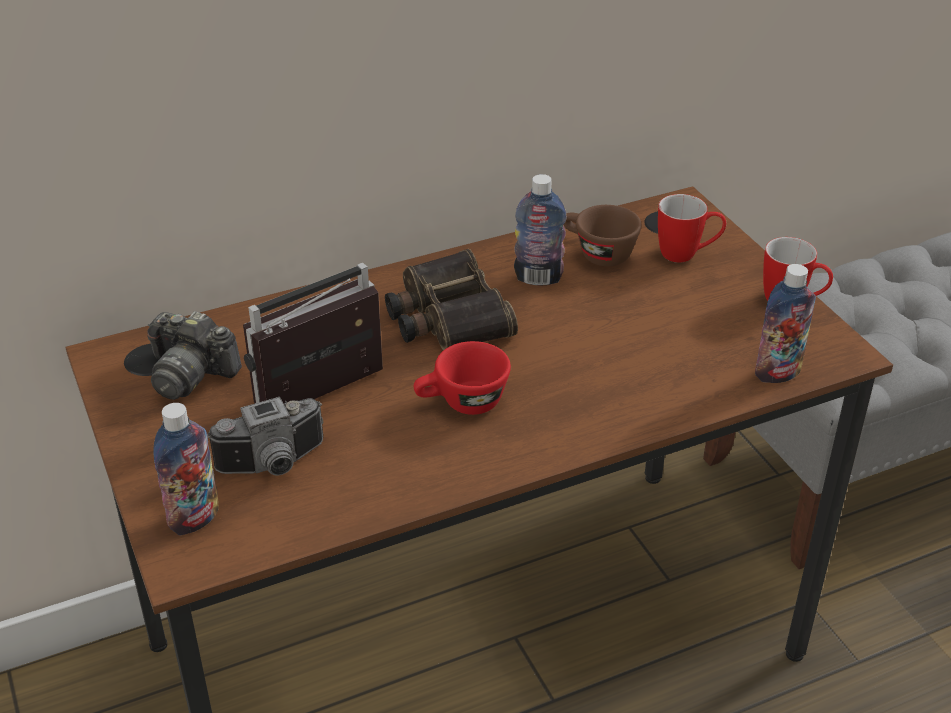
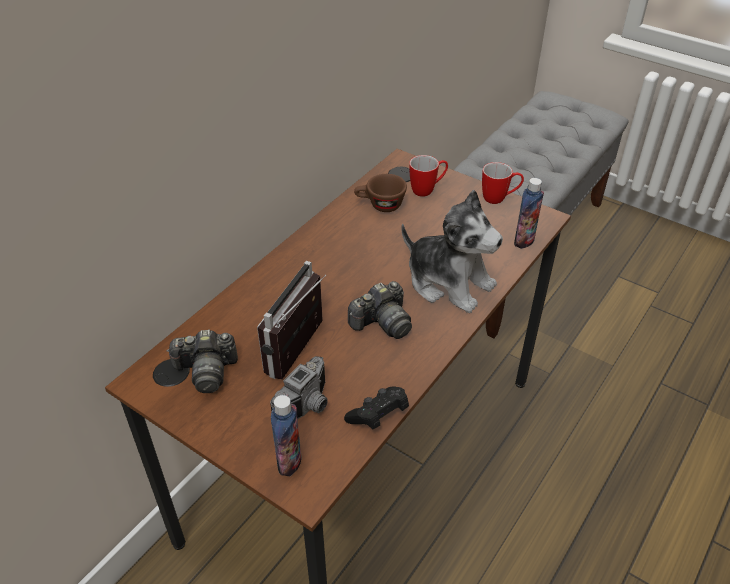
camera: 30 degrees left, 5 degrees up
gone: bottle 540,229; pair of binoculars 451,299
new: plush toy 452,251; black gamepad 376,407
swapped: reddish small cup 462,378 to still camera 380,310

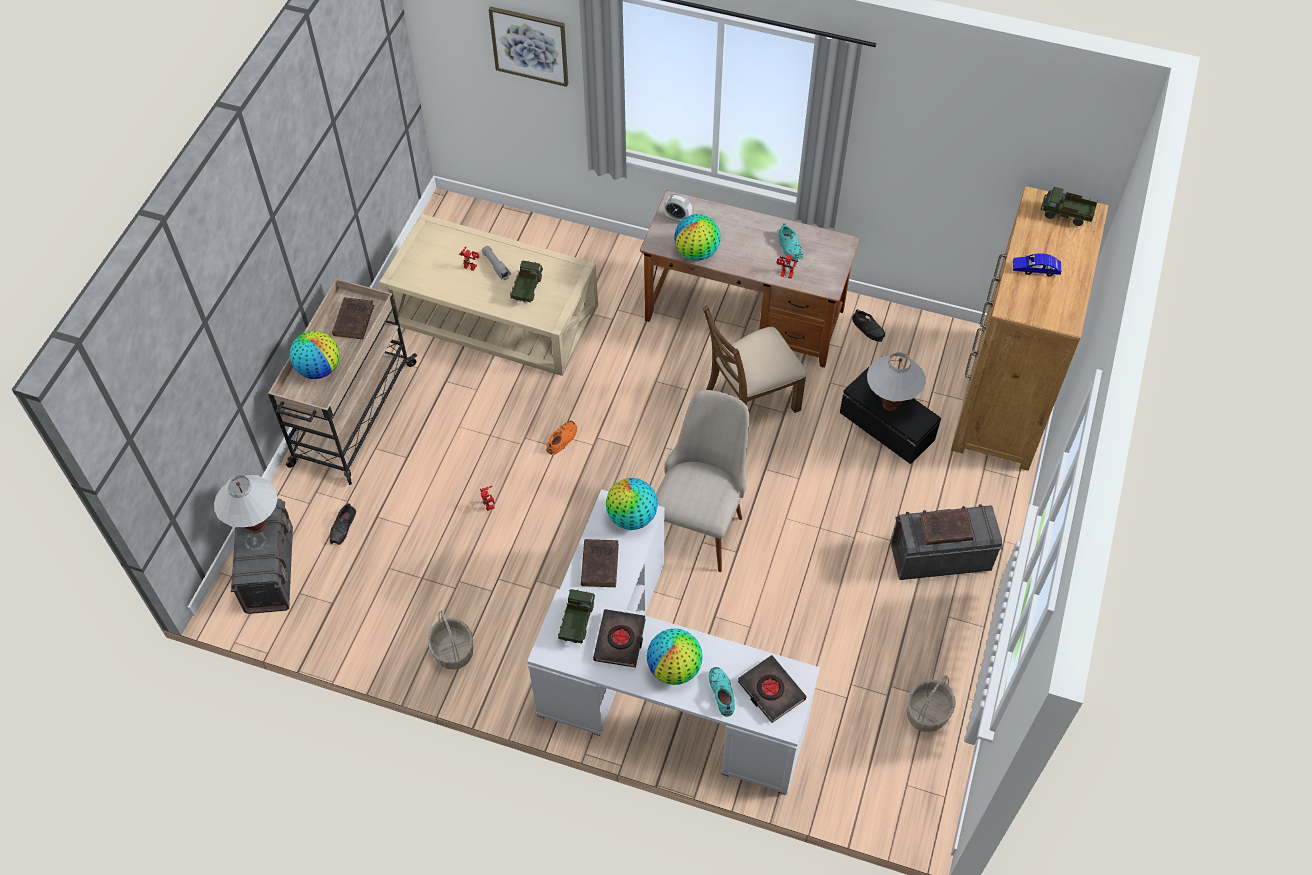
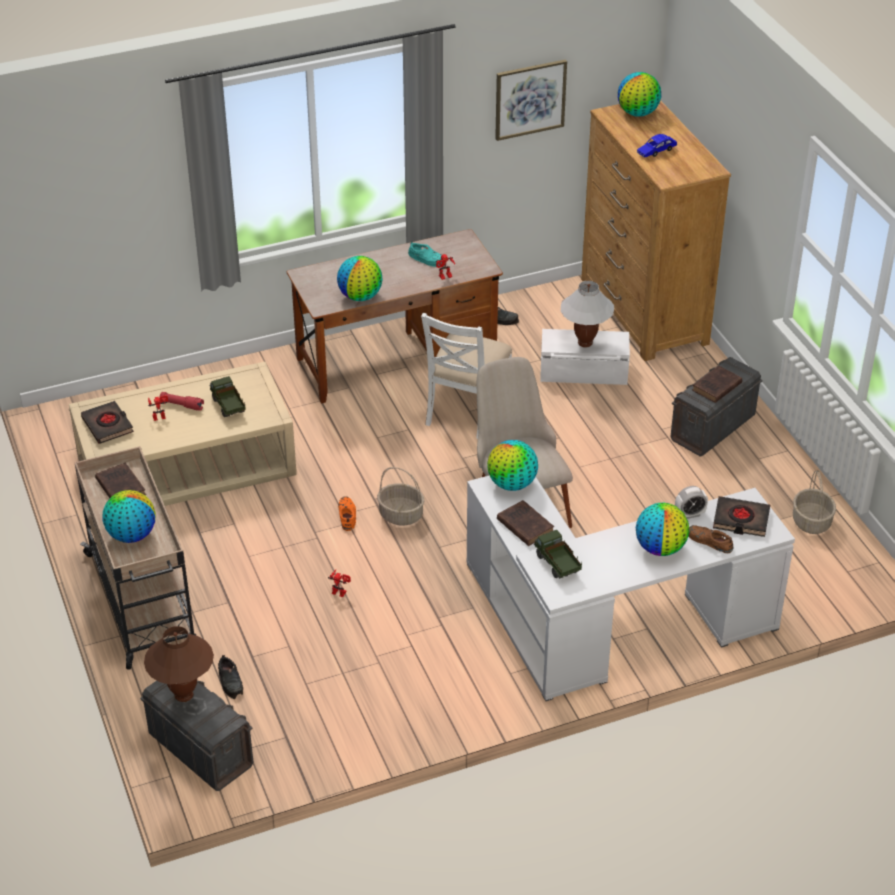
camera: 40 degrees left, 15 degrees down
shifted: picture 528,46 to 531,100; bedside clock 678,208 to 691,502; black volume 619,638 to 107,422; basket 450,640 to 400,496
swapped: model truck 1069,206 to globe 639,94
repainted: greyish torch 496,263 to reddish torch 182,401; brownish upright chair 755,359 to white upright chair 466,376; black storage container 890,415 to white storage container 585,357; white table lamp 246,504 to brownish table lamp 179,664; blue-green low shoe 722,692 to brownish low shoe 710,539

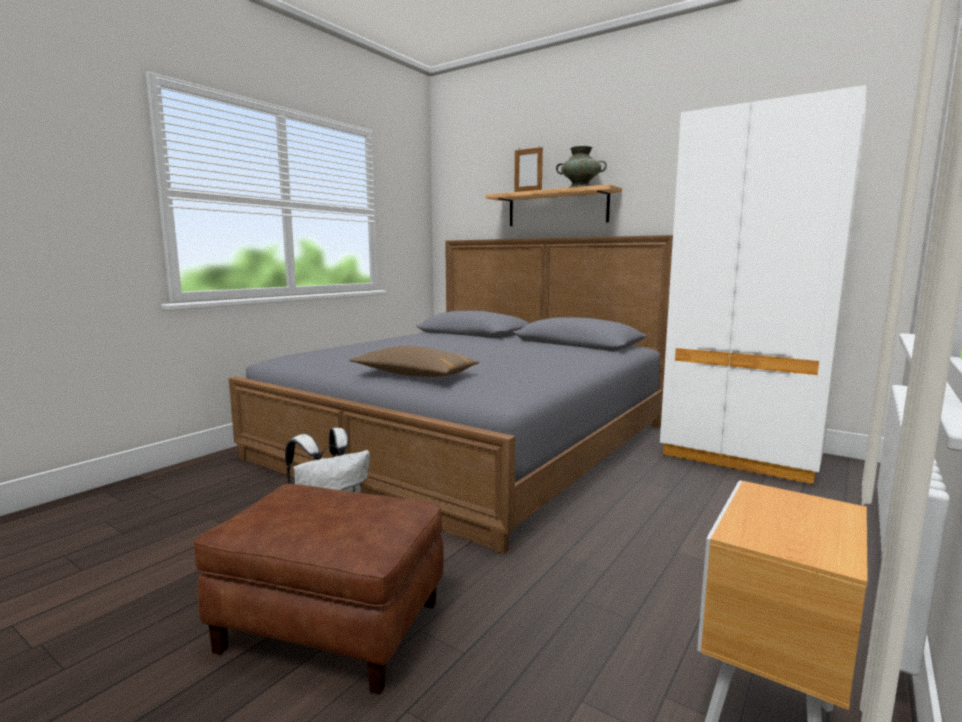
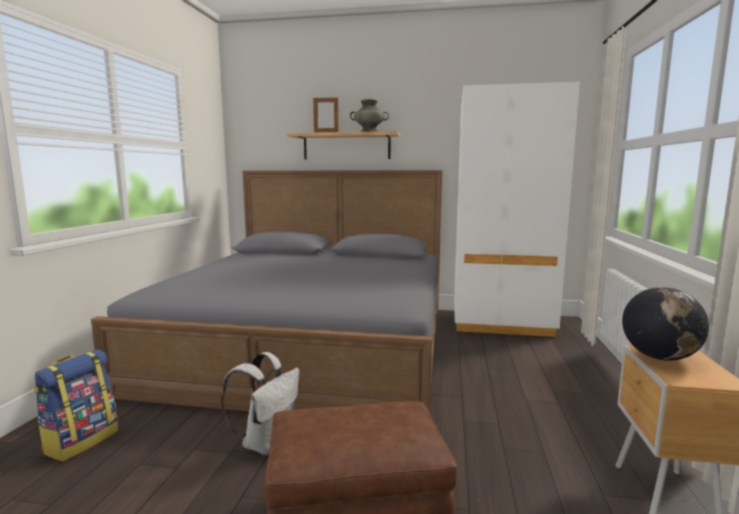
camera: 25 degrees left, 0 degrees up
gone: brownish pillow 414,361
new: globe 665,324; rucksack 75,405

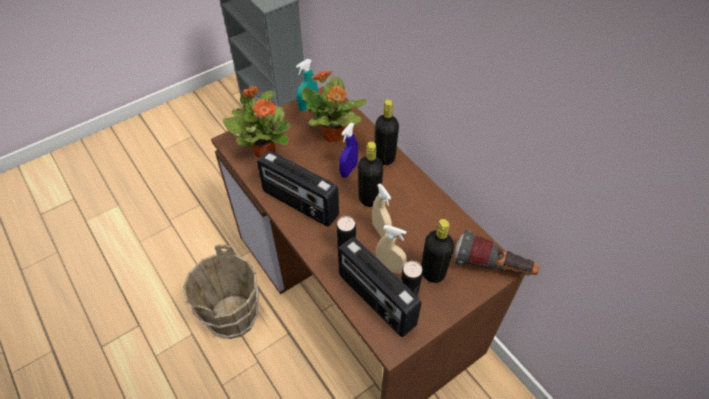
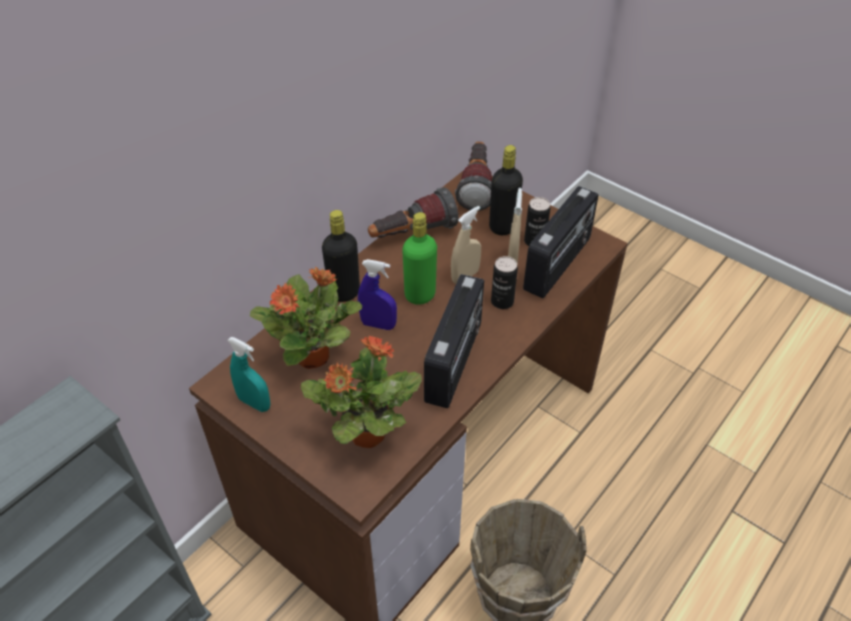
camera: 105 degrees left, 5 degrees down
new: torch 413,212
repainted: black bottle 370,174 to green-coloured bottle 419,258

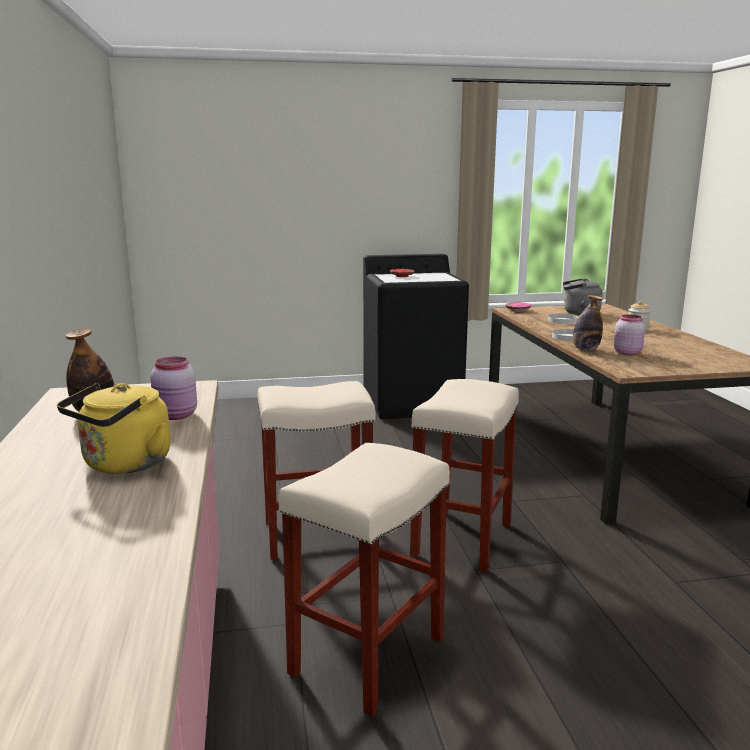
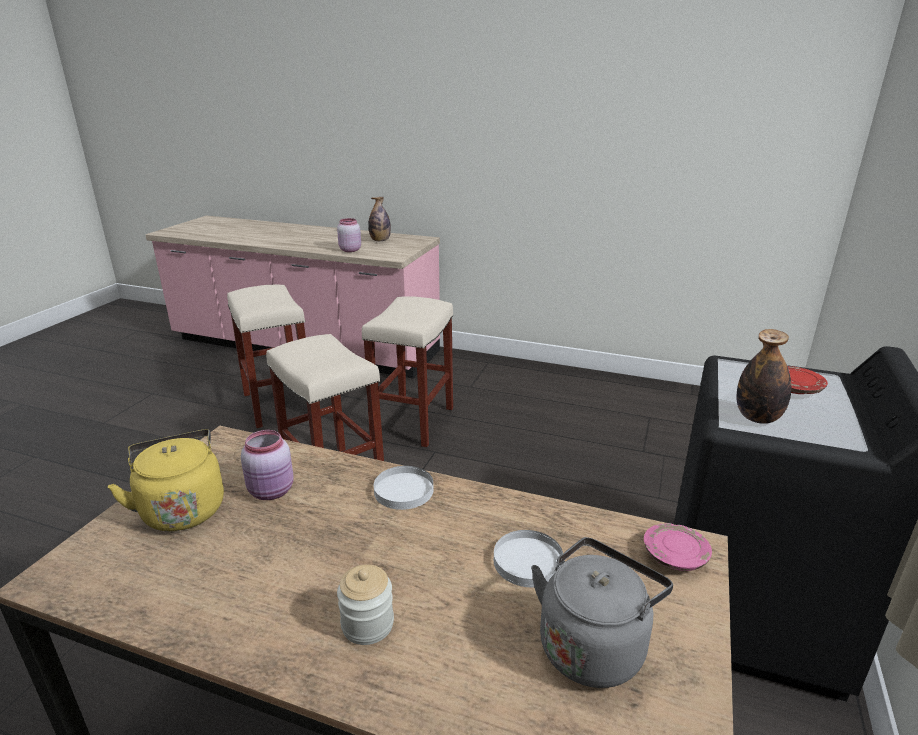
camera: 120 degrees right, 10 degrees up
shifted: bottle 588,323 to 764,376; yellowish tea kettle 114,428 to 166,480

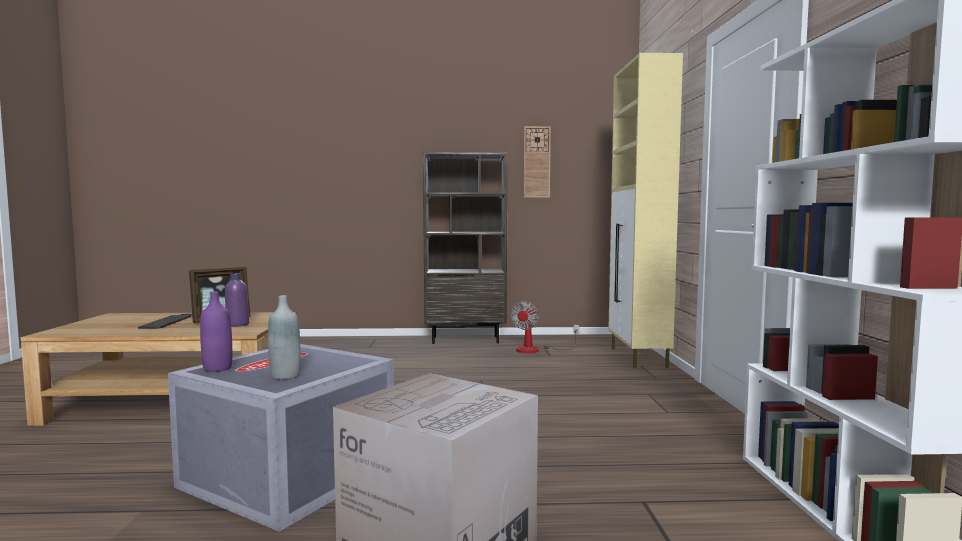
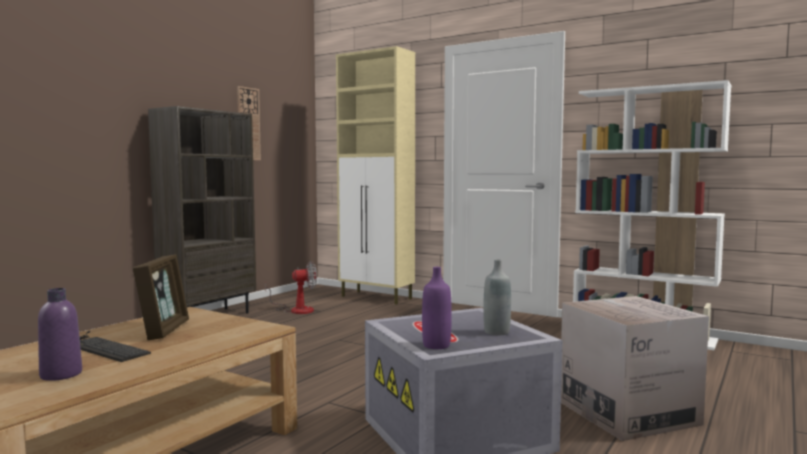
camera: 55 degrees left, 0 degrees up
shifted: purplish bottle 237,300 to 60,334
rotated: cooling fan 545,327 = 291,287 75 degrees counterclockwise

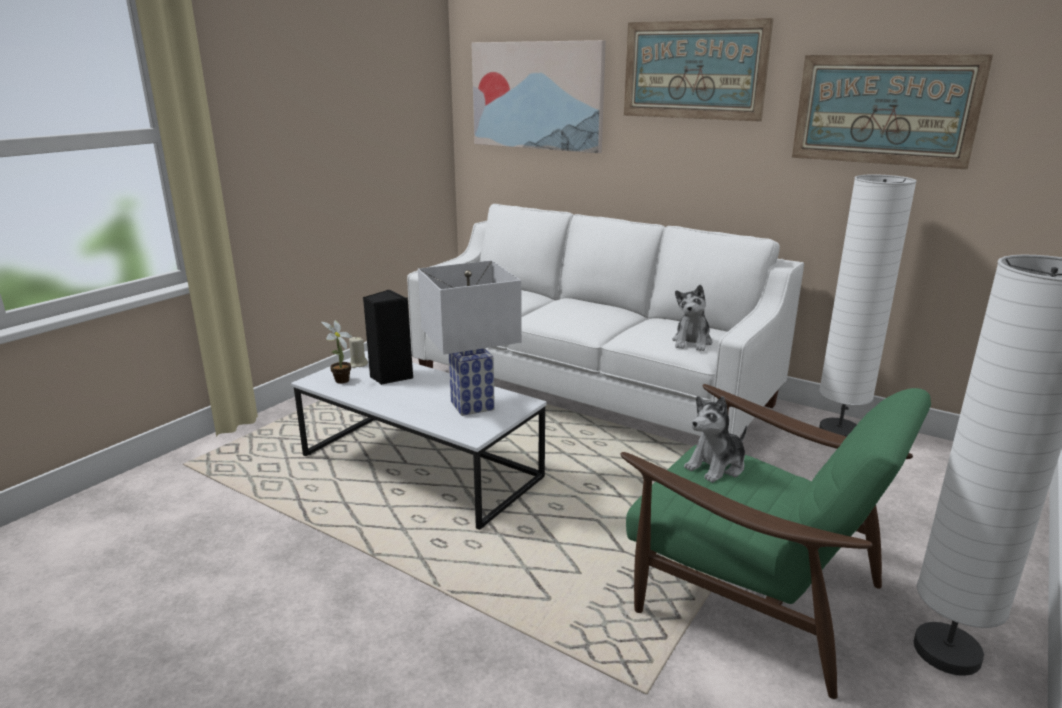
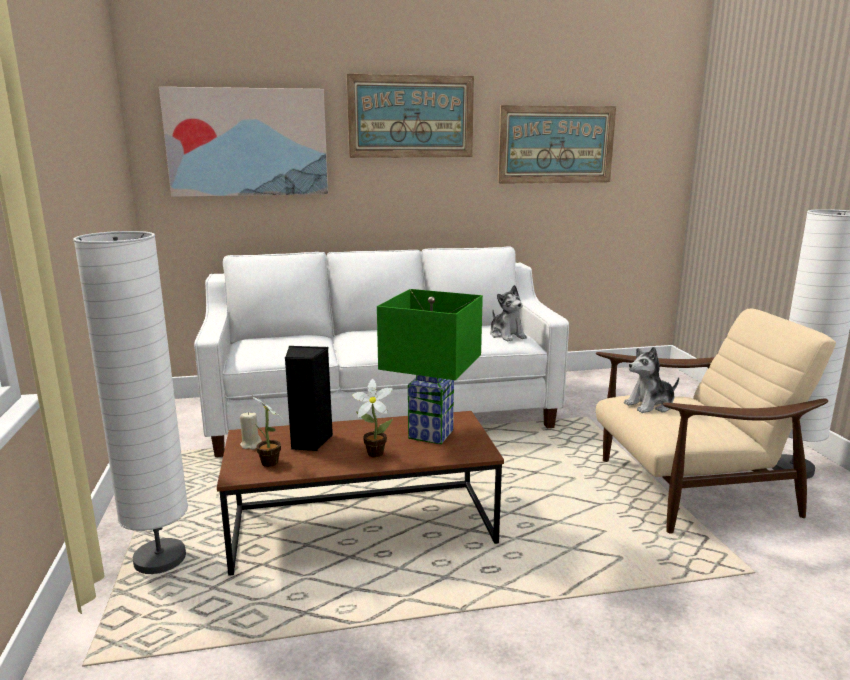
camera: 45 degrees left, 5 degrees down
new: houseplant 372,418
shifted: white floor lamp 868,305 to 130,402
repainted: white table lamp 470,338 to green-coloured table lamp 430,366; white coffee table 419,440 to brownish coffee table 360,493; green-coloured armchair 775,541 to beige-coloured armchair 716,421
rotated: plush toy 715,439 = 651,380 60 degrees clockwise

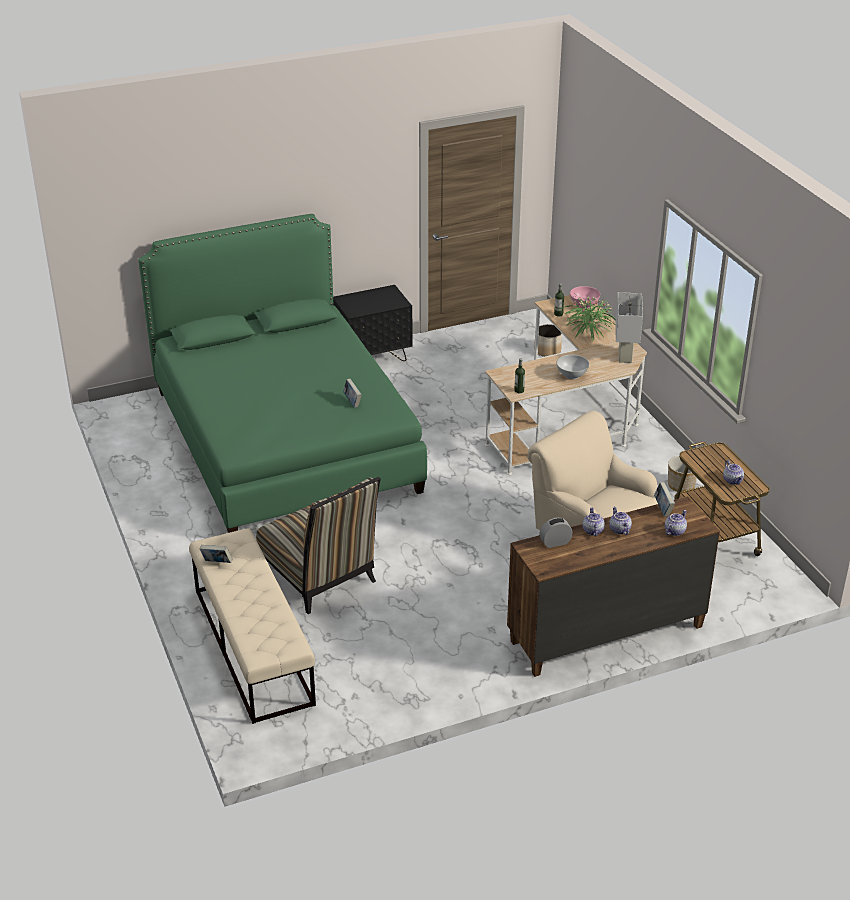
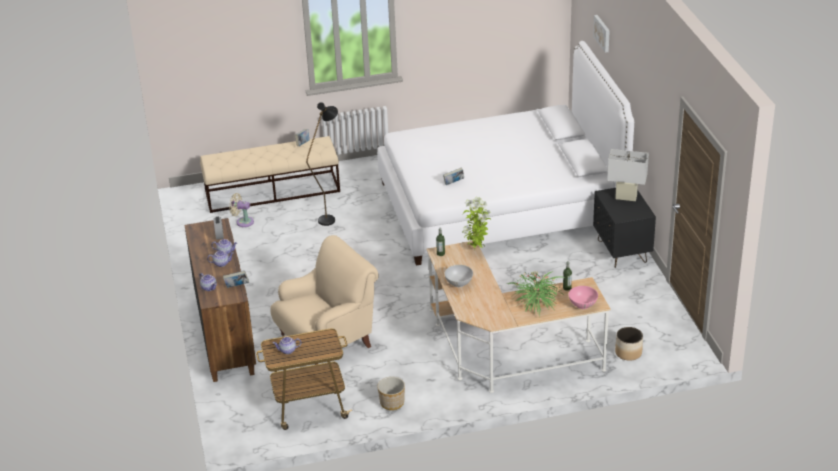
camera: 100 degrees right, 0 degrees up
new: picture 601,34; beige-coloured cooling fan 241,210; houseplant 476,223
shifted: white table lamp 629,327 to 628,175
swapped: upright chair 318,545 to black floor lamp 322,164
repainted: green-coloured bedroom bed 282,373 to white bedroom bed 505,153

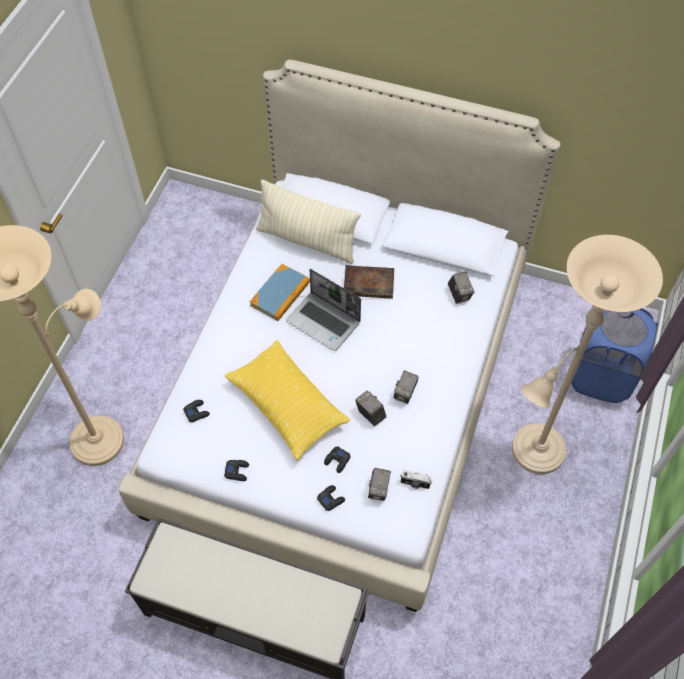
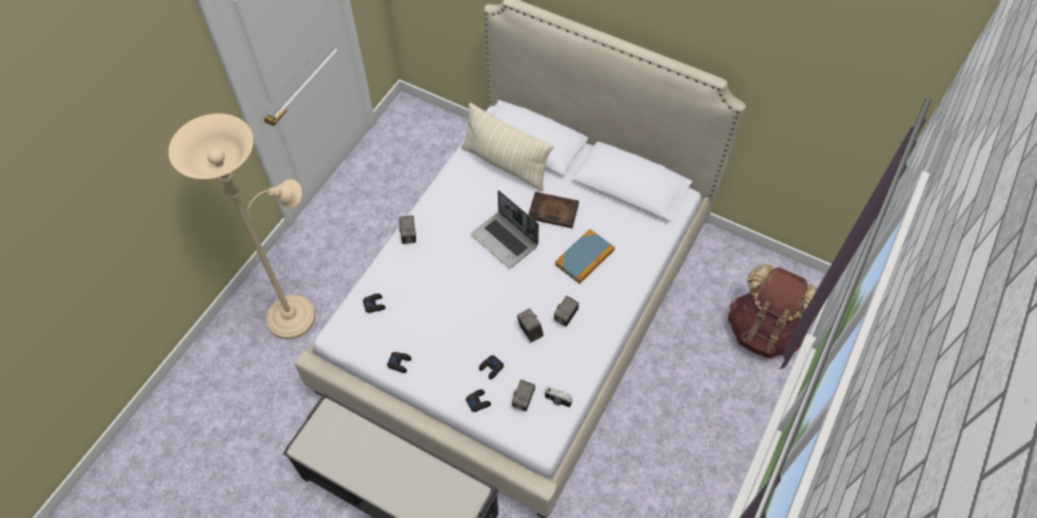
camera: 10 degrees right, 0 degrees up
gone: beige-coloured floor lamp 587,354; yellowish pillow 287,400
shifted: volume 280,292 to 585,256; still camera 461,288 to 407,229
swapped: bluish laundry basket 614,356 to brownish rucksack 772,311

